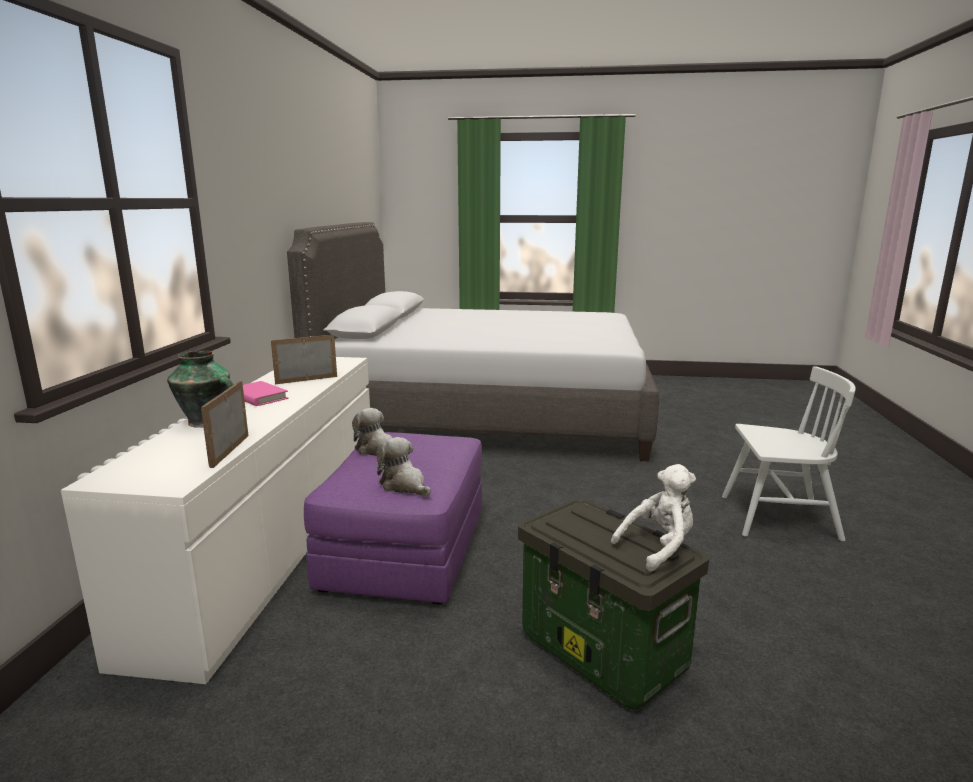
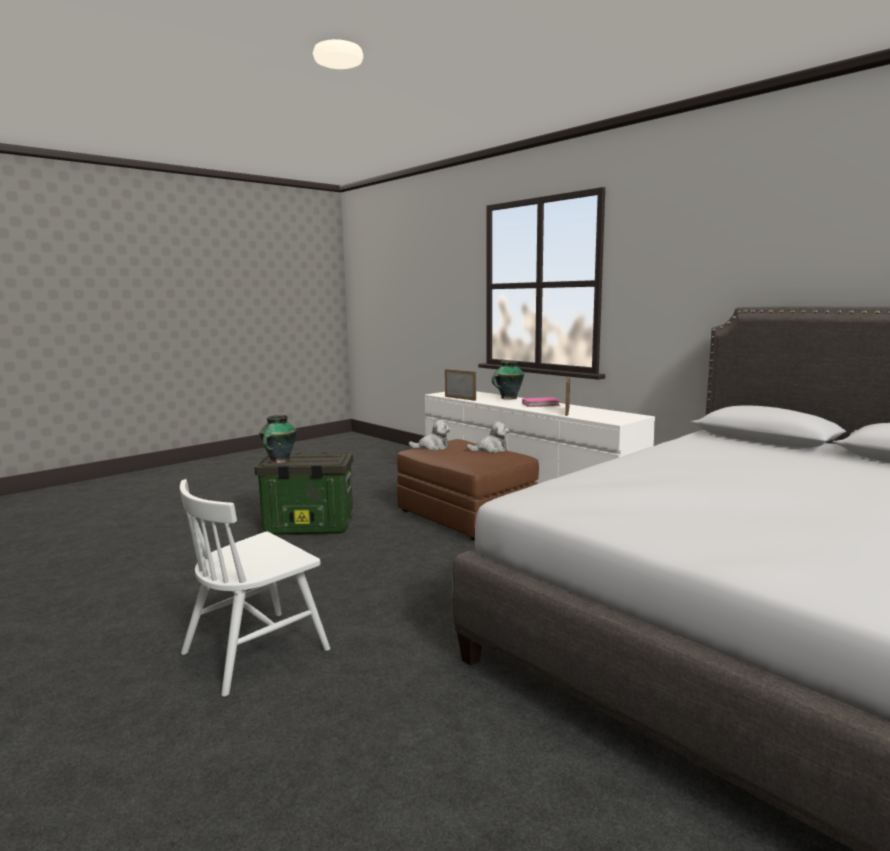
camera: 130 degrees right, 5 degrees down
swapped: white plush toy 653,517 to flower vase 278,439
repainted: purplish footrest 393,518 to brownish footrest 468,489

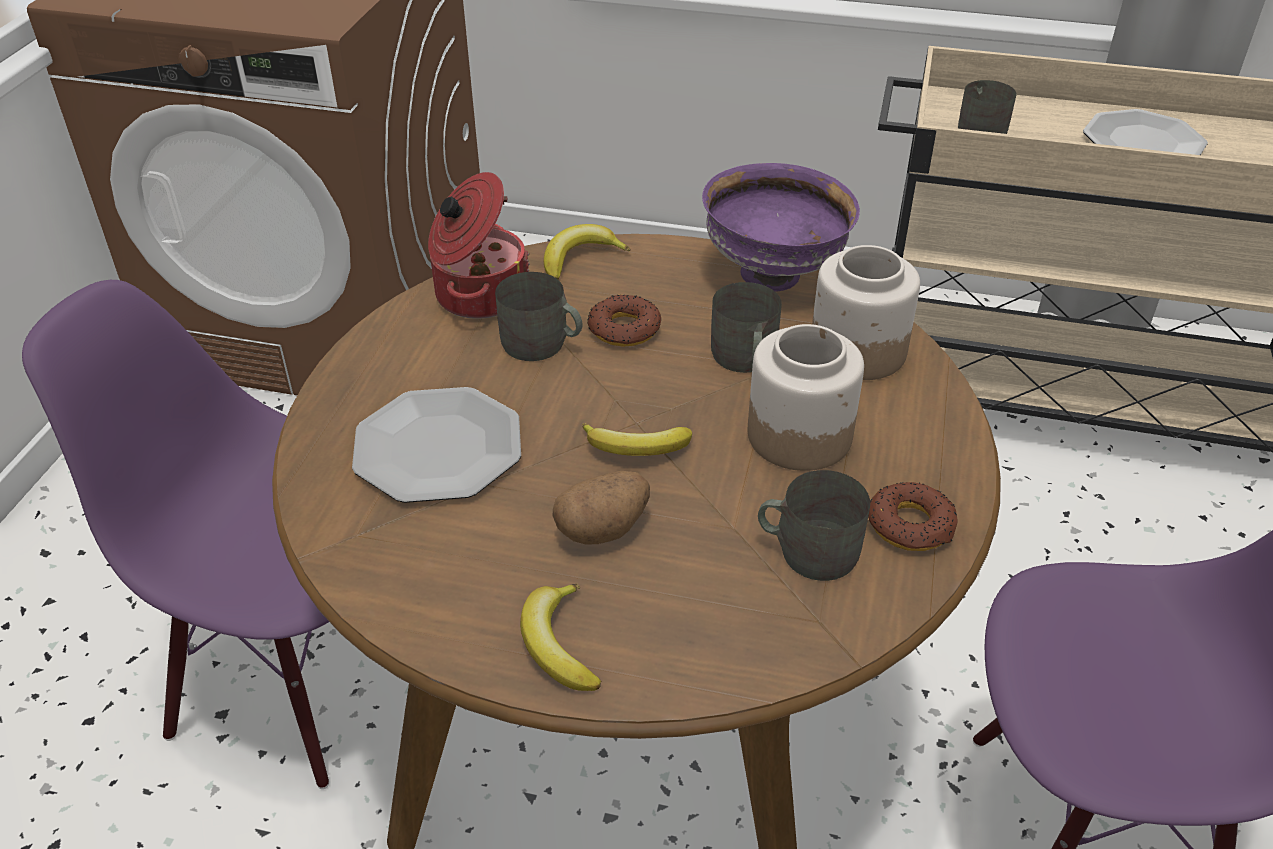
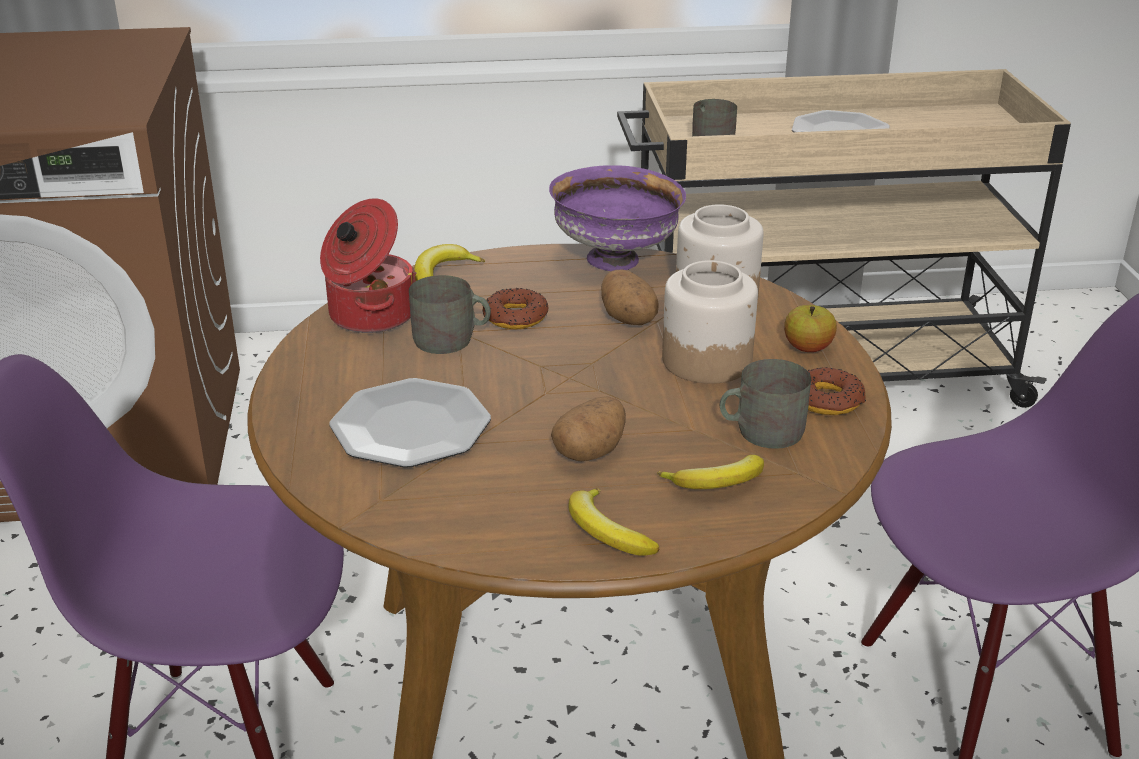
camera: 20 degrees left, 10 degrees down
new: whole apple 810,328
shifted: banana 637,439 to 710,472
swapped: greyish coffee mug 746,327 to potato 630,297

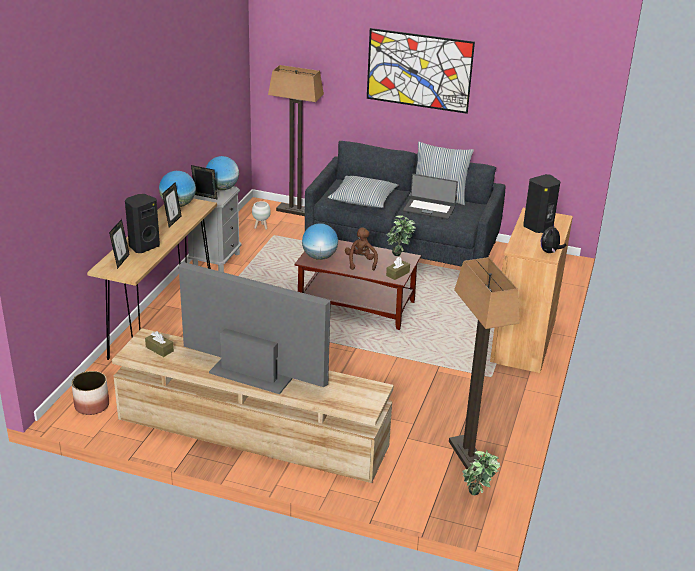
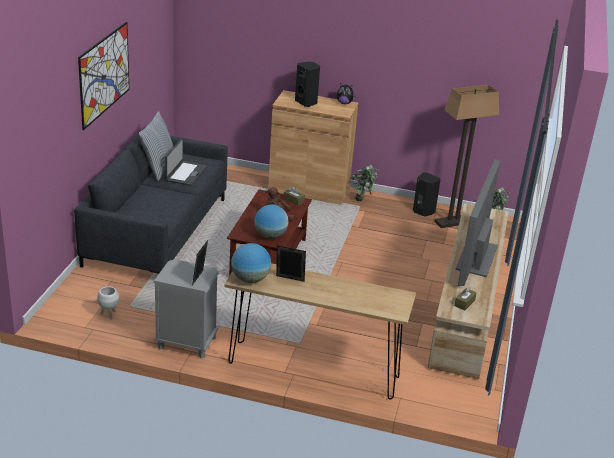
camera: 95 degrees left, 0 degrees up
gone: floor lamp 296,140; globe 222,173; pillow 363,192; photo frame 119,244; planter 90,393
shifted: black speaker 142,223 to 426,194; houseplant 401,235 to 365,183

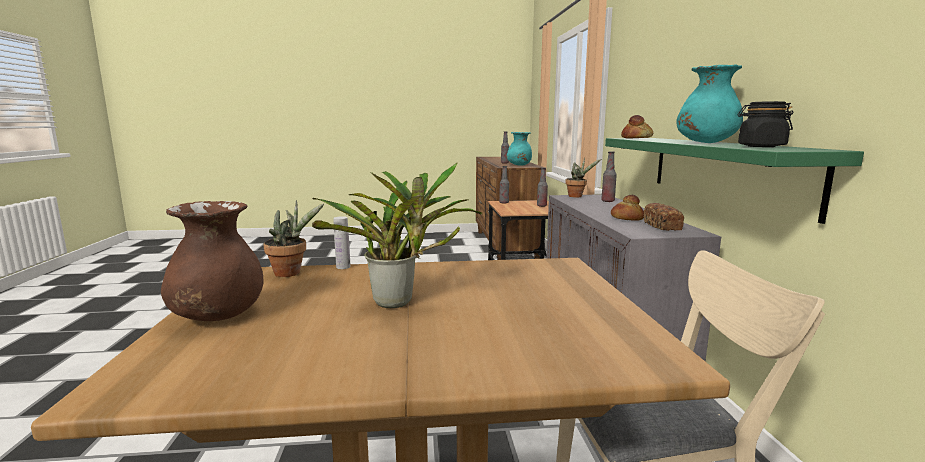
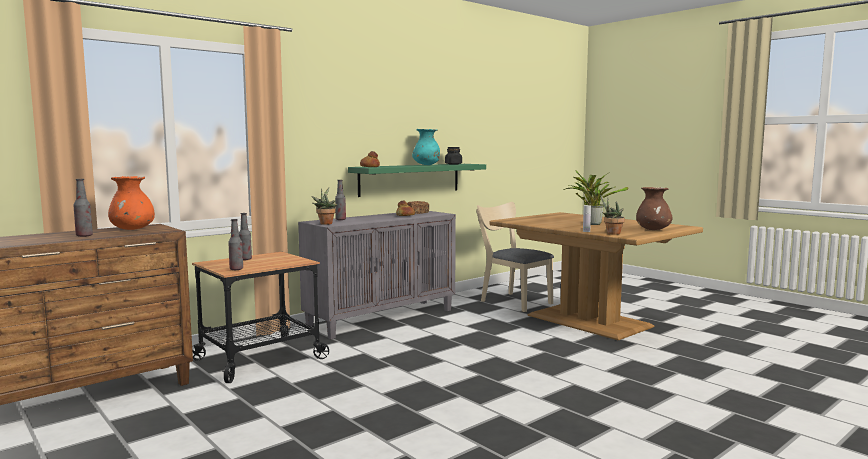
camera: 125 degrees left, 5 degrees down
repainted: blue-green flower vase 519,149 to orange-coloured flower vase 131,203

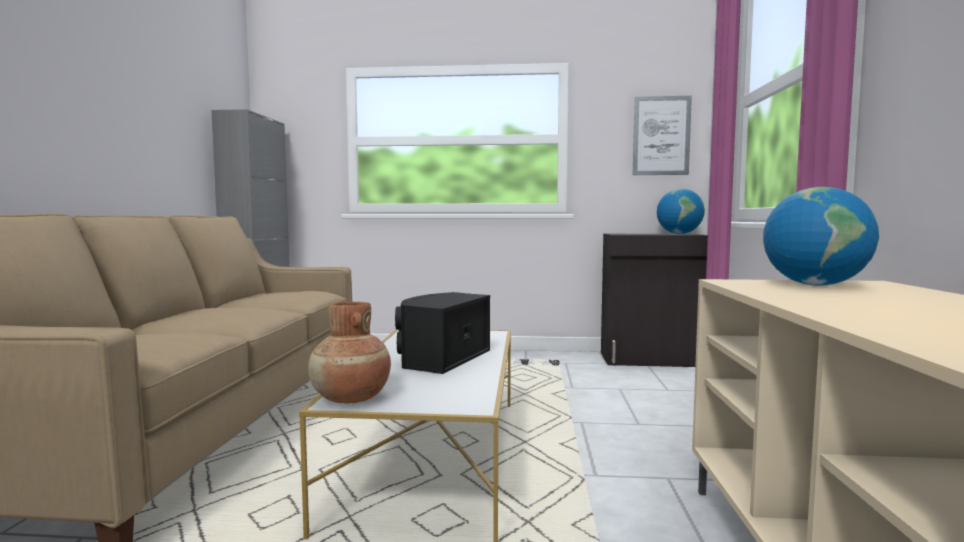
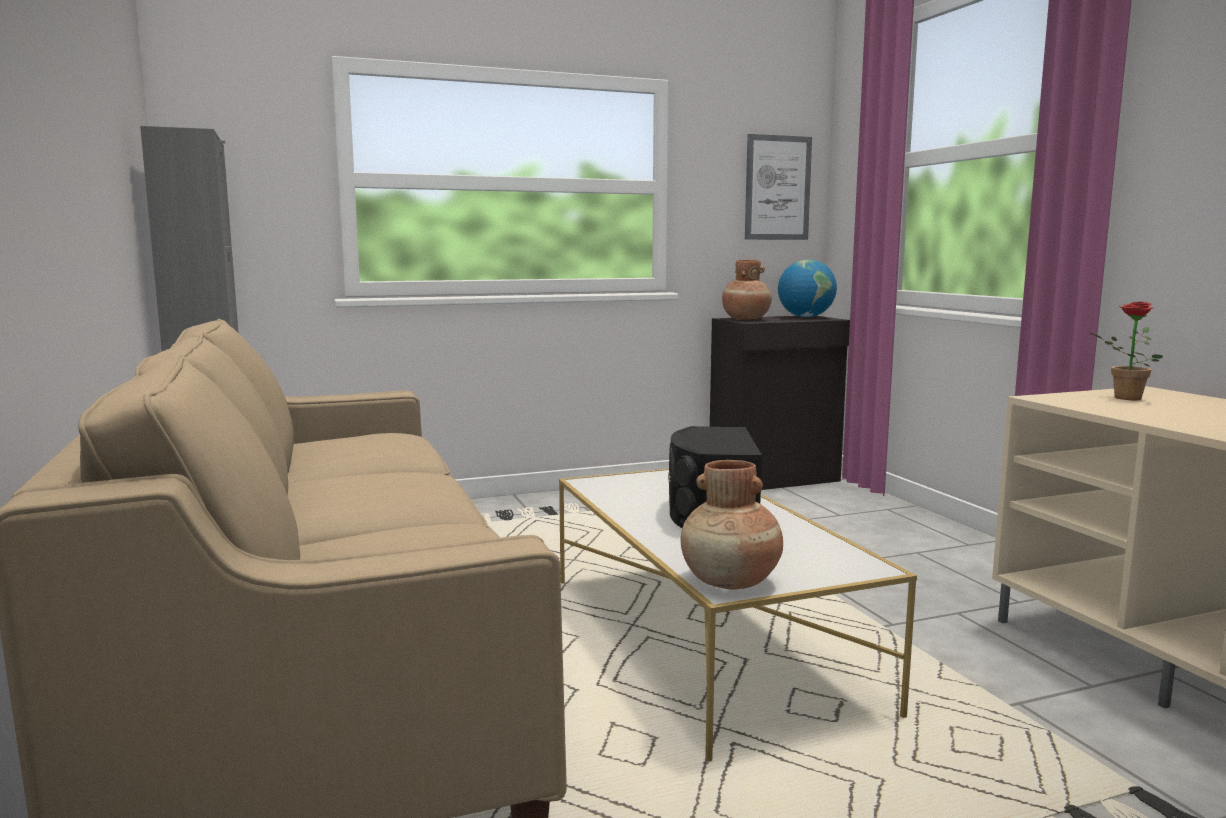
camera: 25 degrees left, 5 degrees up
new: brownish flower vase 747,290
swapped: globe 821,236 to houseplant 1126,350

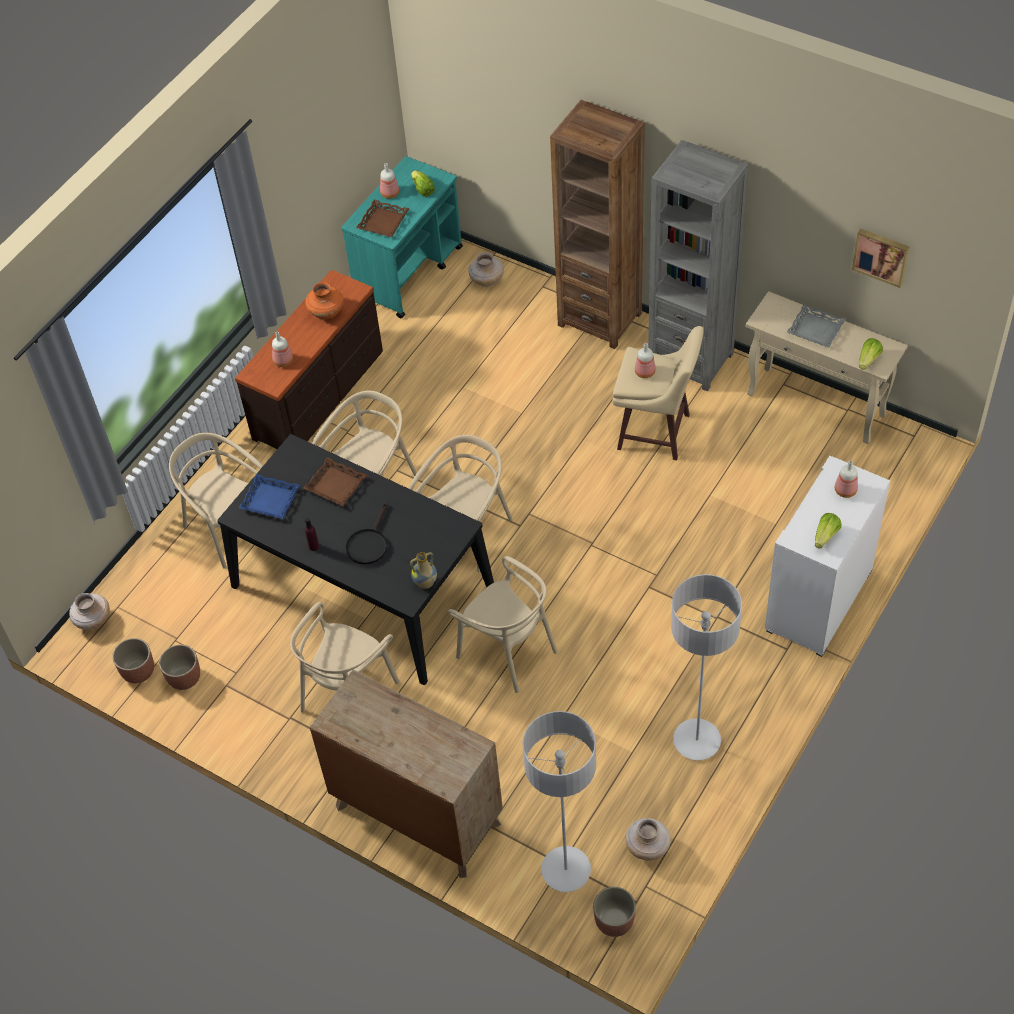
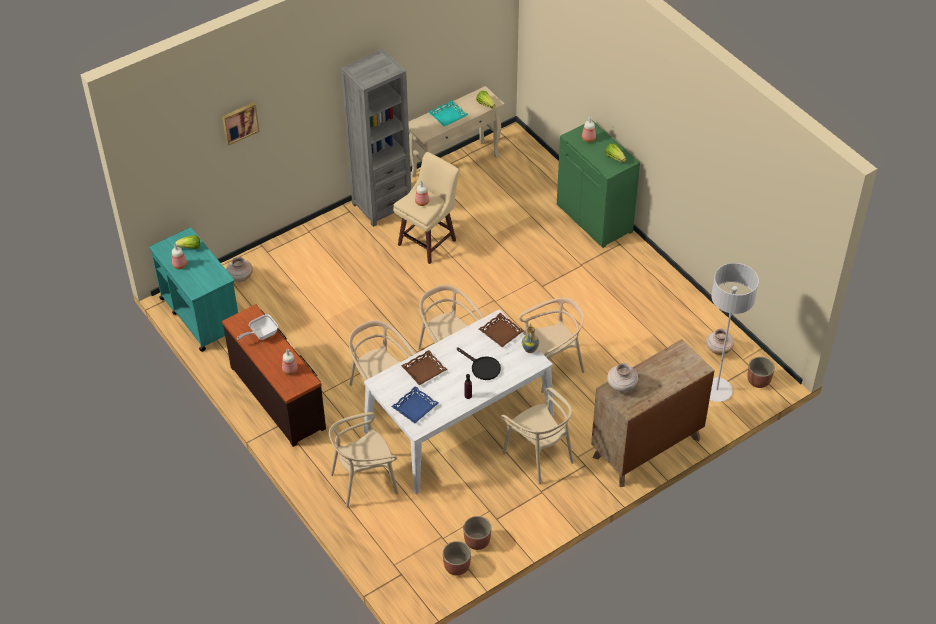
camera: 70 degrees left, 5 degrees down
gone: brownish bookshelf 597,224; greyish floor lamp 706,667
shifted: brownish serving tray 382,218 to 501,330; picture 880,258 to 241,124; beige-coloured flower vase 89,611 to 622,377
swapped: orange-coloured flower vase 325,300 to skillet 257,327
repainted: greyish serving tray 816,325 to blue-green serving tray 448,113; black dining table 355,559 to white dining table 459,401; white cupboard 827,556 to green-coloured cupboard 598,184

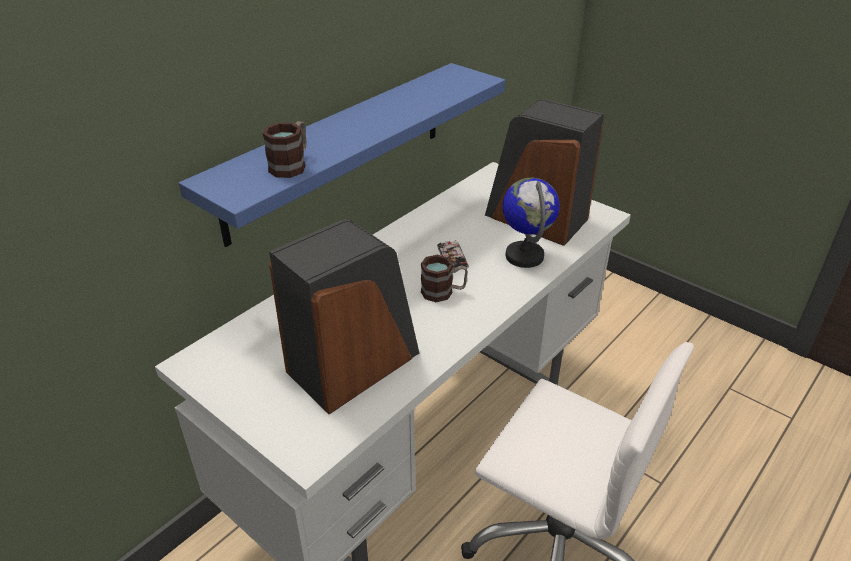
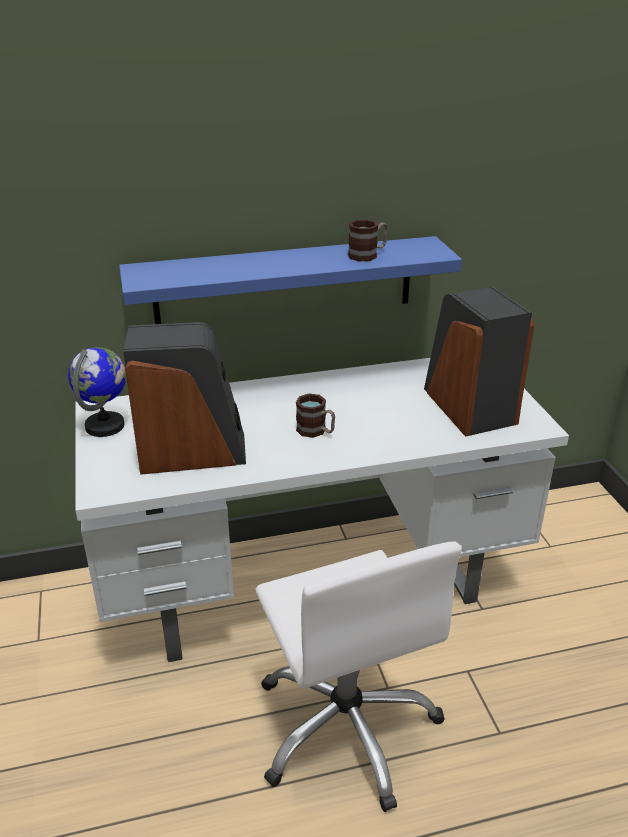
camera: 35 degrees right, 5 degrees down
gone: handset 453,254
shifted: coffee mug 284,149 to 368,240; globe 531,223 to 97,392

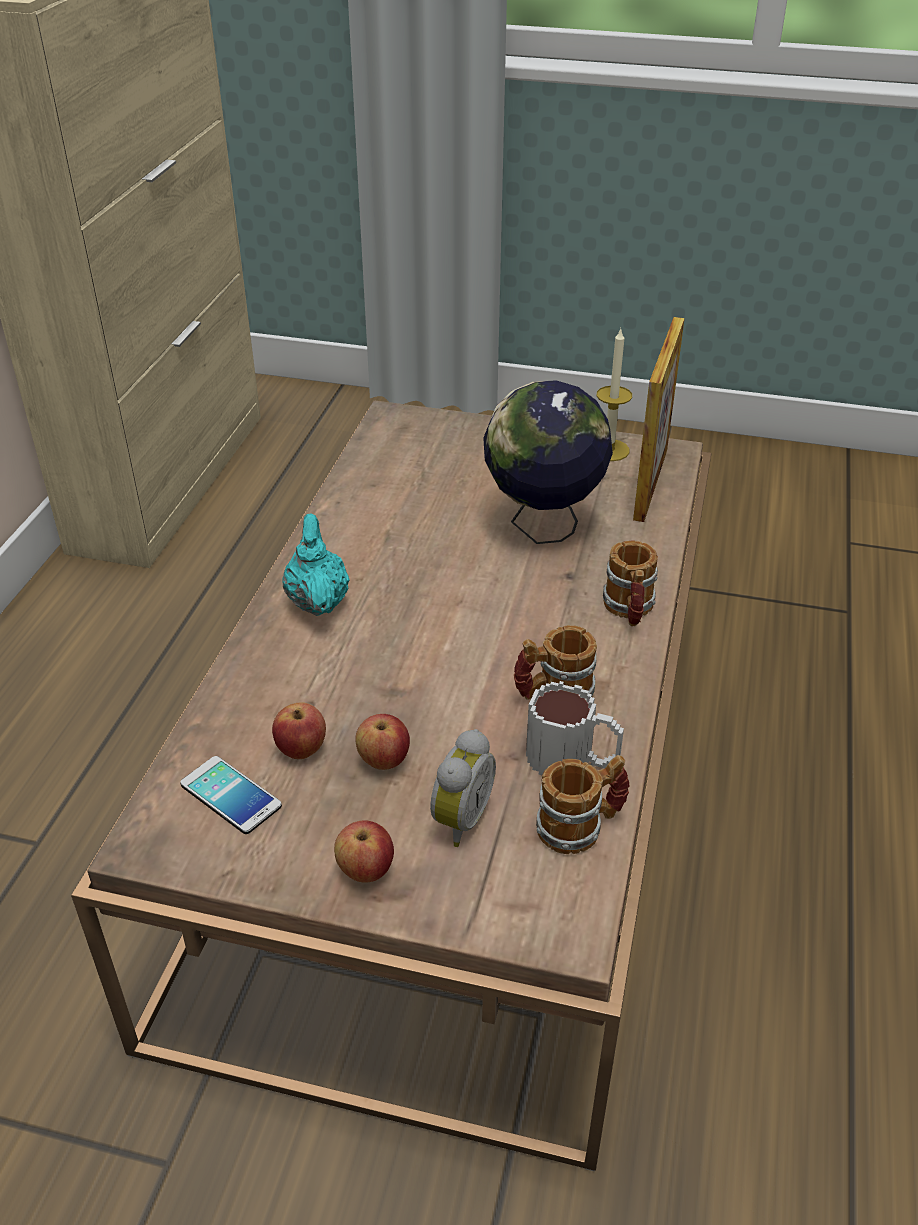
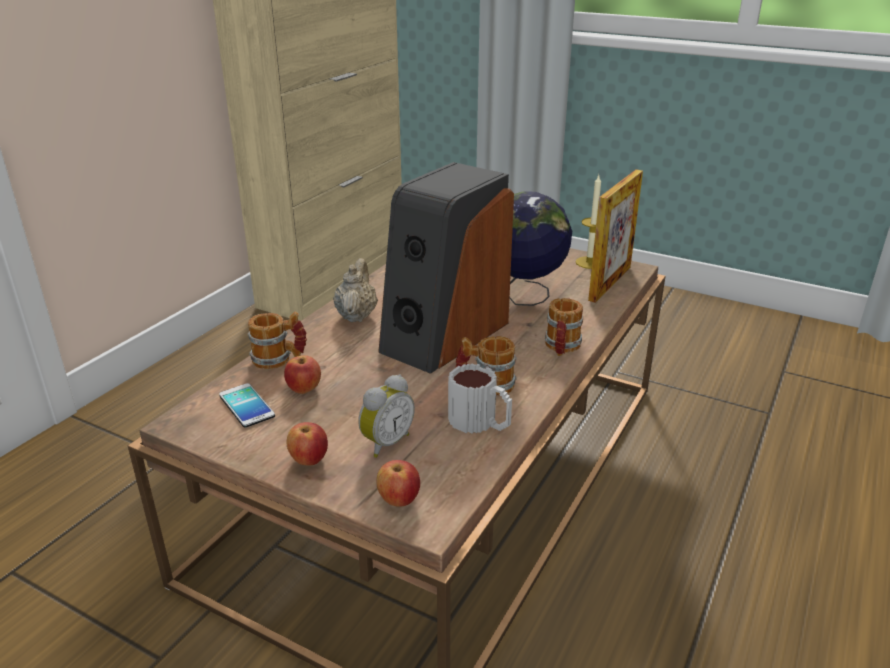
camera: 15 degrees right, 10 degrees down
new: speaker 446,268
shifted: whole apple 382,742 to 398,483; coffee mug 583,804 to 277,340
repainted: blue-green teapot 316,564 to beige-coloured teapot 355,290

